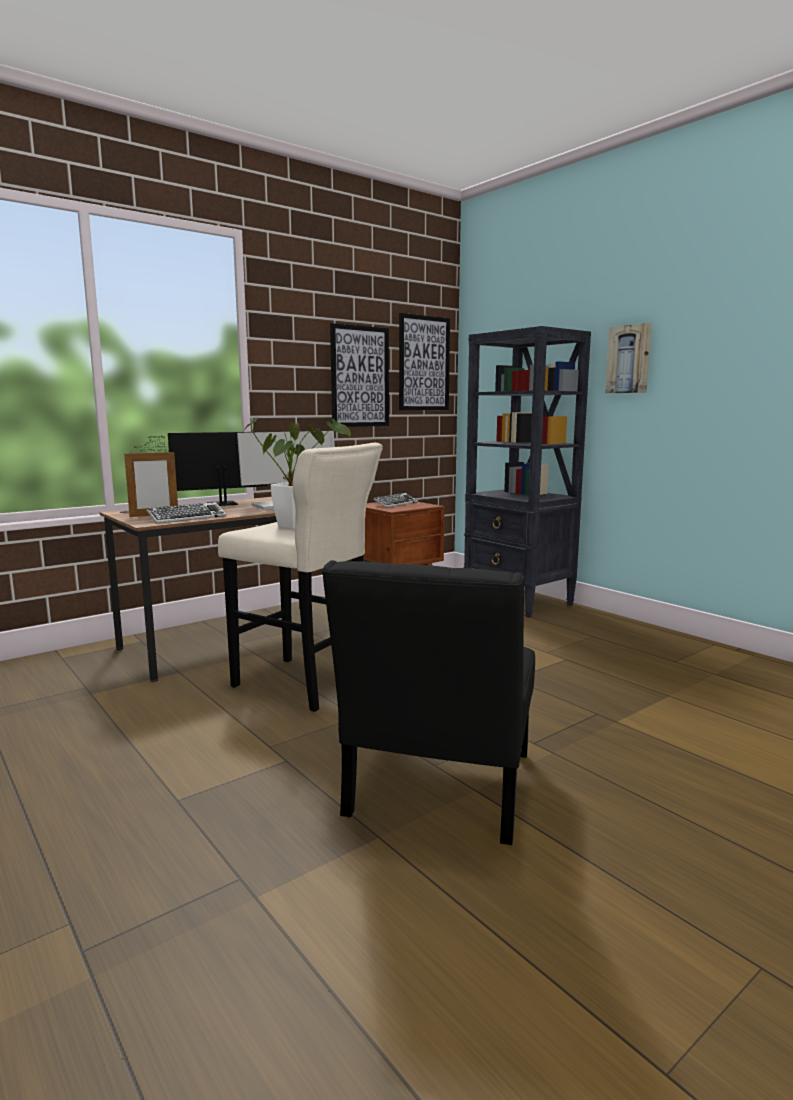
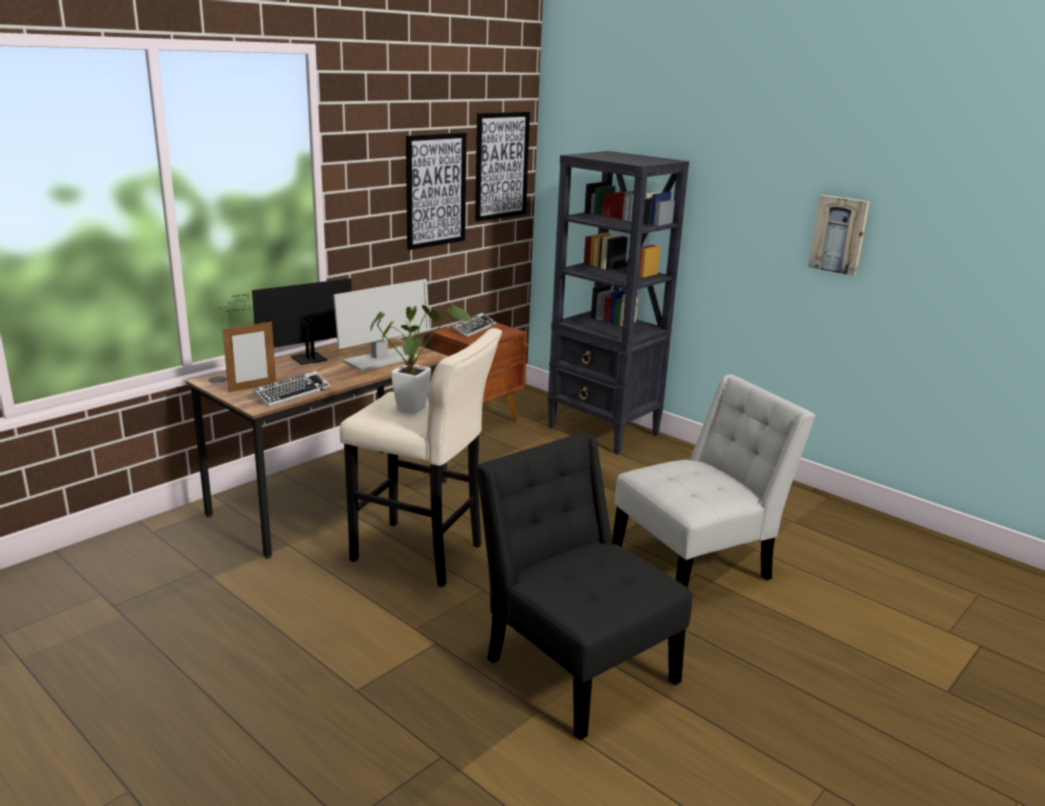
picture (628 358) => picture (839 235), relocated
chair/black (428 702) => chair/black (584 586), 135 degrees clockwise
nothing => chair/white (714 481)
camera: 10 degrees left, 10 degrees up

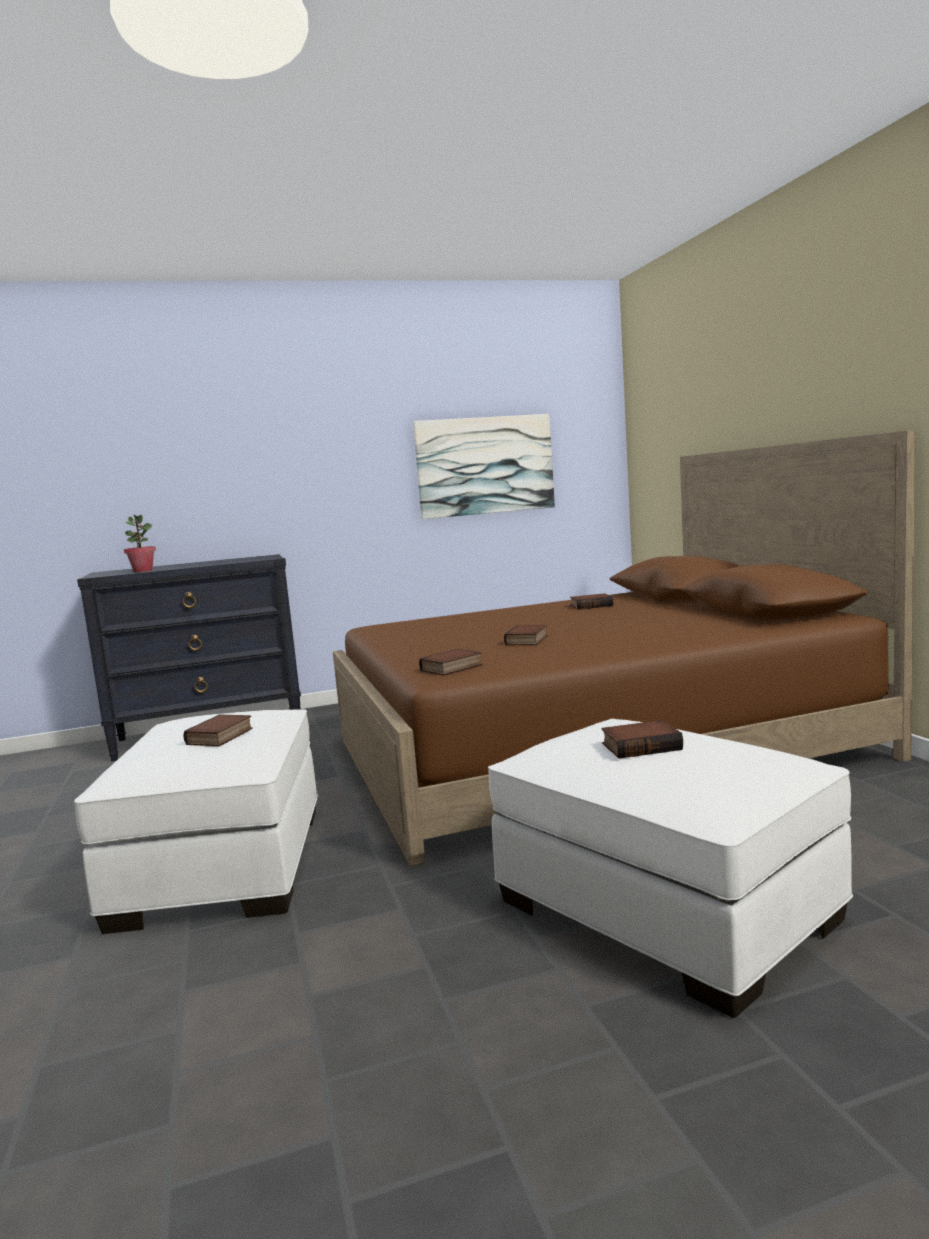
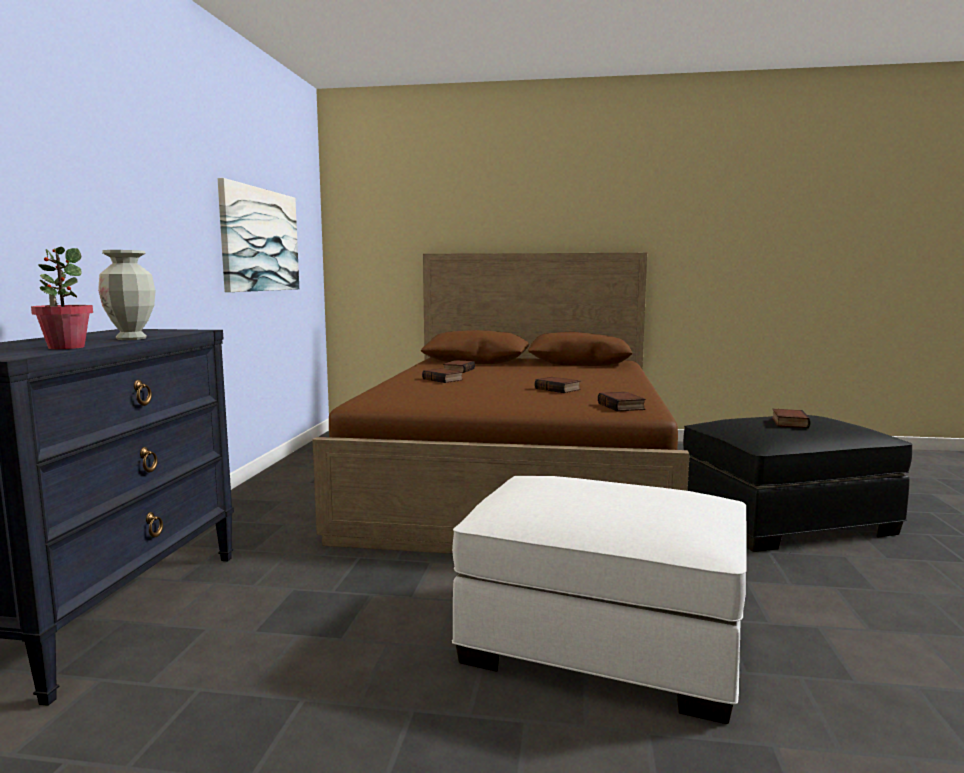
book (218 730) => book (442 375), relocated
ottoman/white (670 868) => ottoman/black (797 483)
nothing => vase (126 295)
camera: 65 degrees left, 0 degrees up

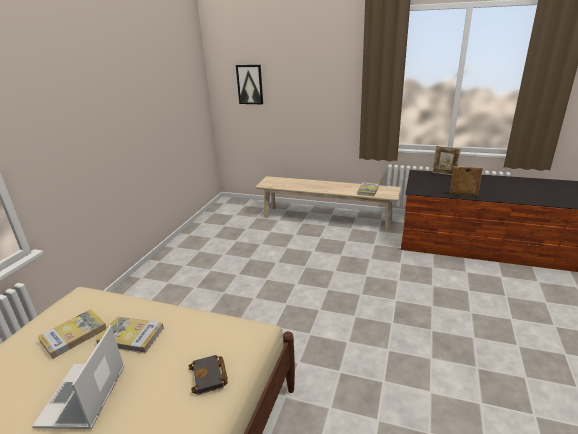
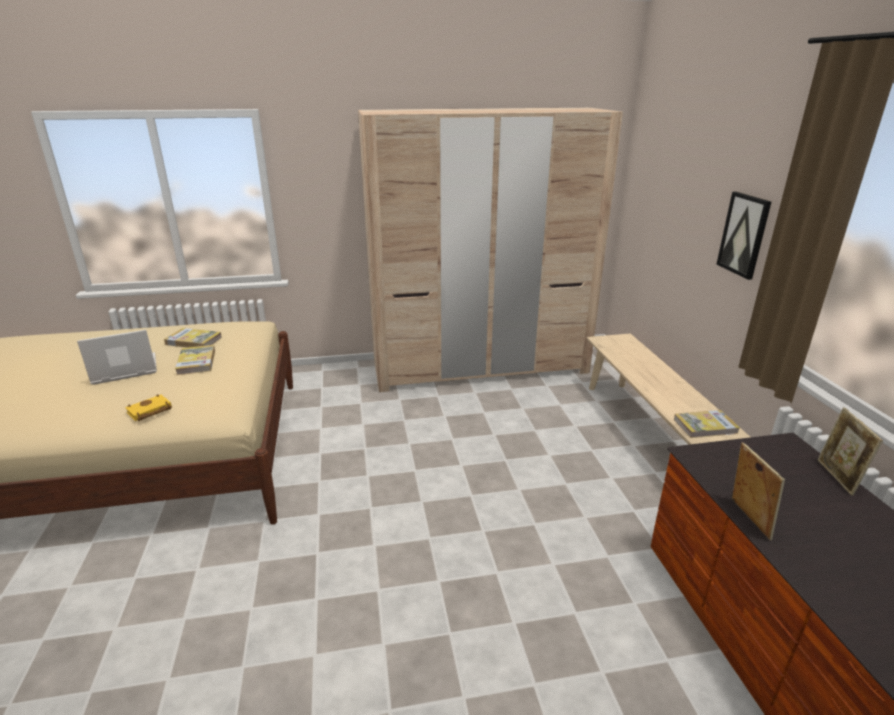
picture (249 84) => picture (744 236), relocated
book/black (208 375) => book/yellow (148 407)
nothing => wardrobe/beige (490 250)
camera: 60 degrees right, 0 degrees up

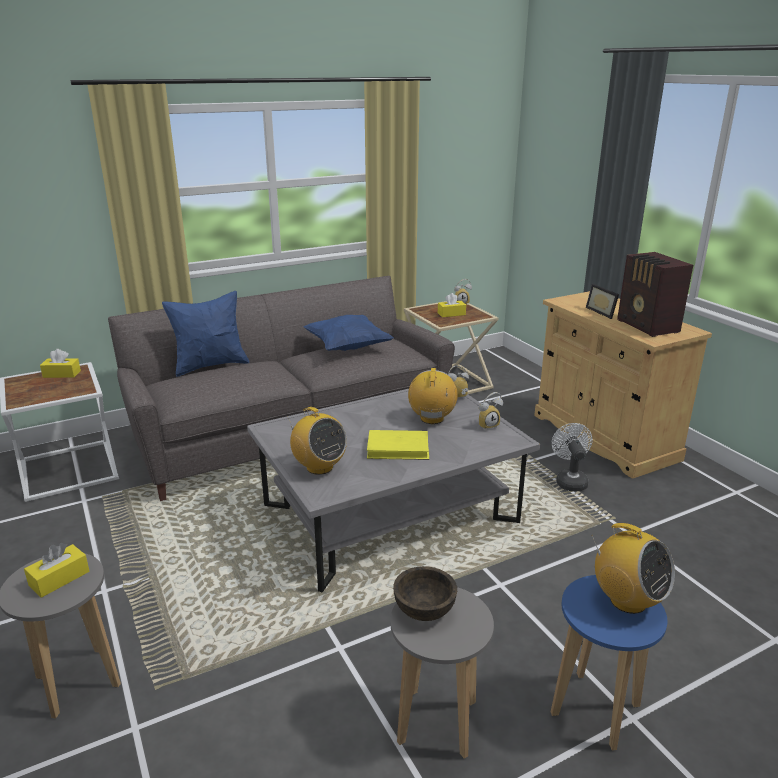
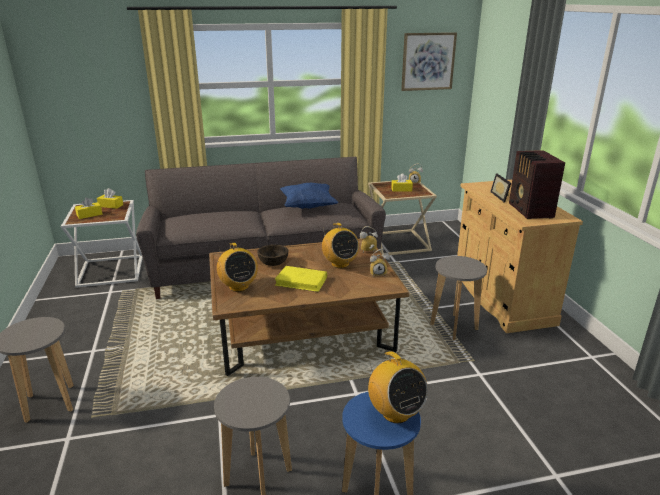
pillow/blue (205 334) => nothing
radio (433 396) => radio (340 245), 135 degrees clockwise
coffee table/grey (393 490) => coffee table/brown (309 307)
fan/white (572 457) => stool/grey (458 298)
tissue box/yellow (56 570) => tissue box/yellow (88 208), relocated
bowl/brown (425 593) => bowl/brown (272 255), relocated
nothing => picture (429 61)
camera: 15 degrees right, 0 degrees up

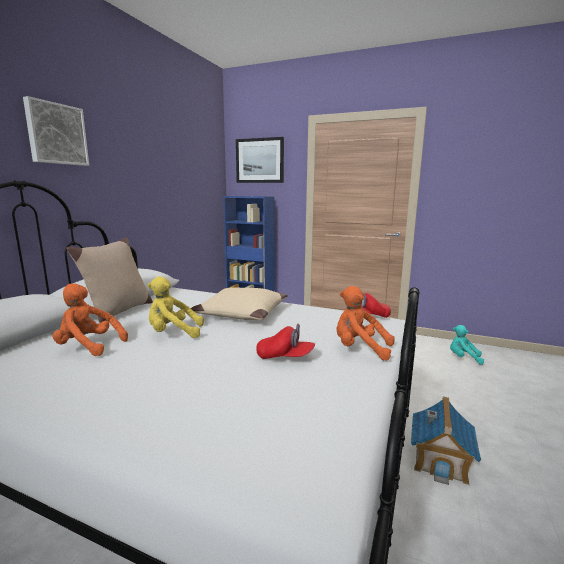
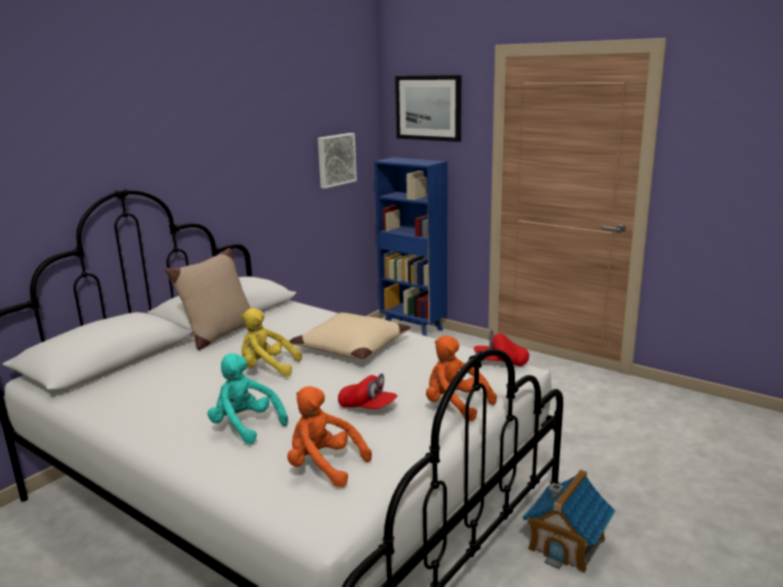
picture (56 131) => picture (337 160), relocated
plush toy/orange (90 319) => plush toy/orange (329 436), relocated
plush toy/turquoise (467 345) => plush toy/turquoise (248 398), relocated
camera: 15 degrees right, 5 degrees up

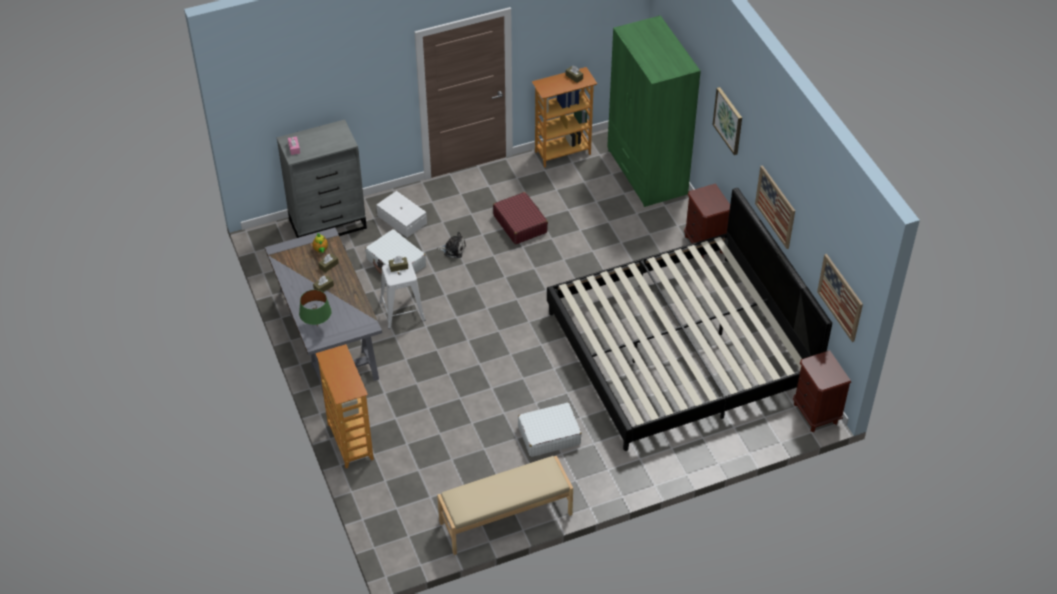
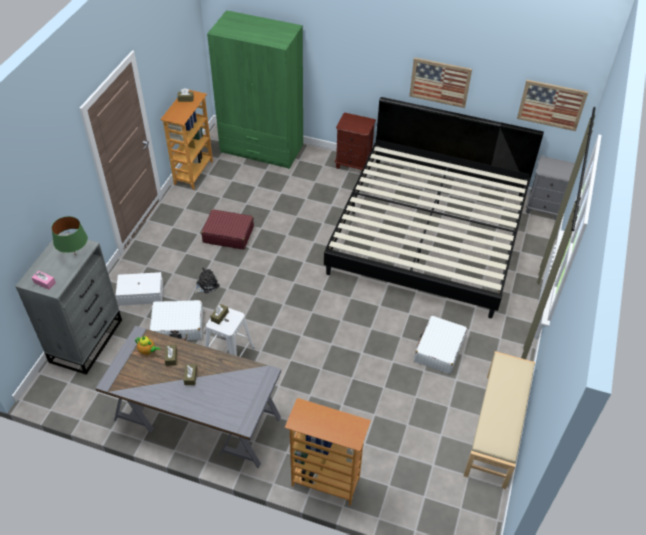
picture (727 121) => nothing
table lamp/green (315 308) => table lamp/green (69 236), relocated
nightstand/brown (822 391) => nightstand/grey (550 188)
camera: 50 degrees left, 0 degrees up

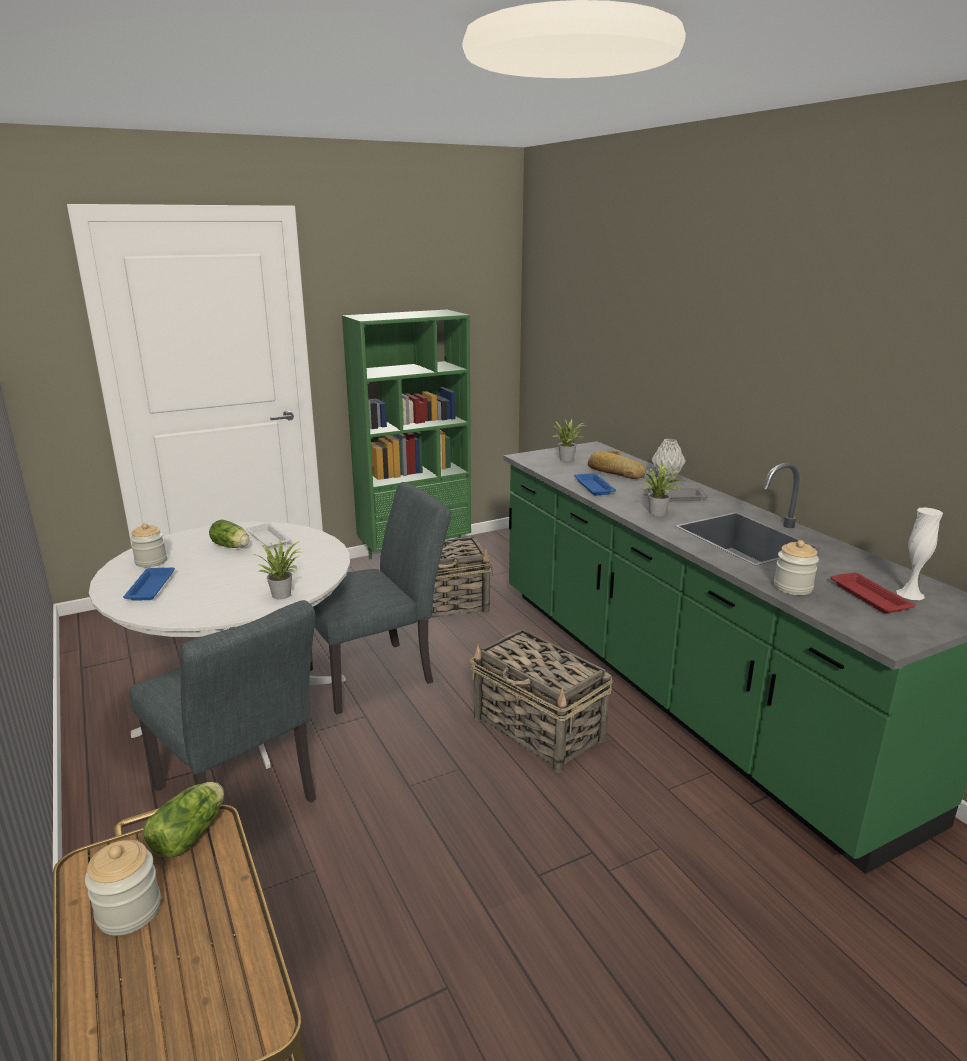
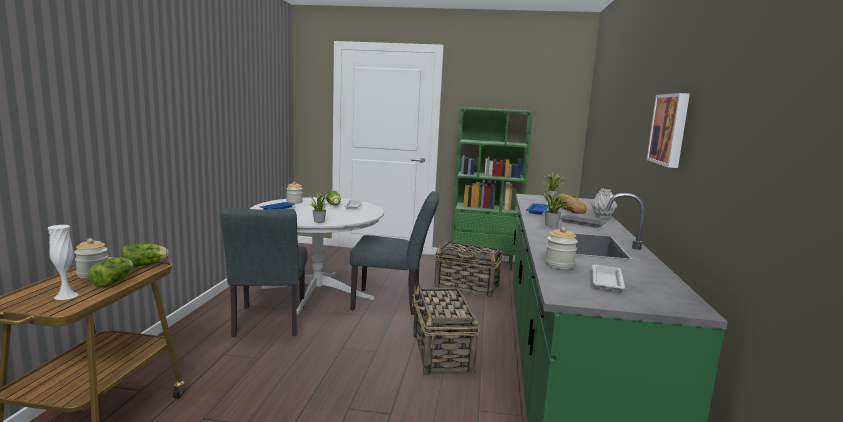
vase/white (920 553) => vase/white (63 262), relocated
tray/red (872 593) => tray/white (608 278)
nothing => picture (668 130)
nothing => lettuce (110 272)
camera: 35 degrees right, 10 degrees down

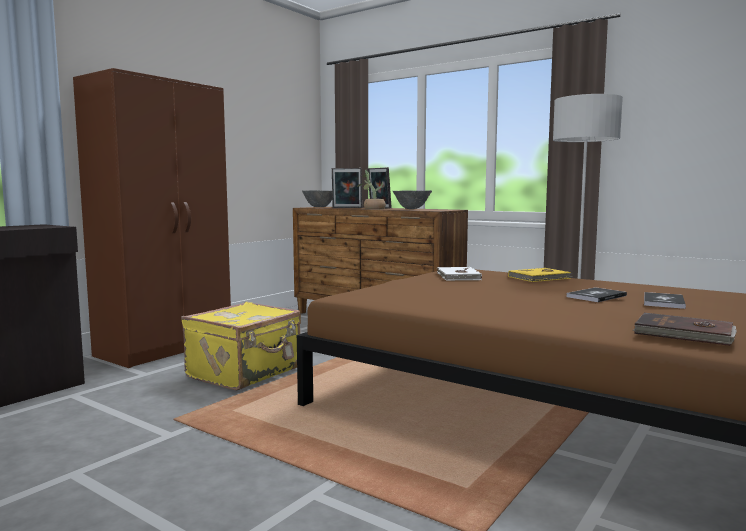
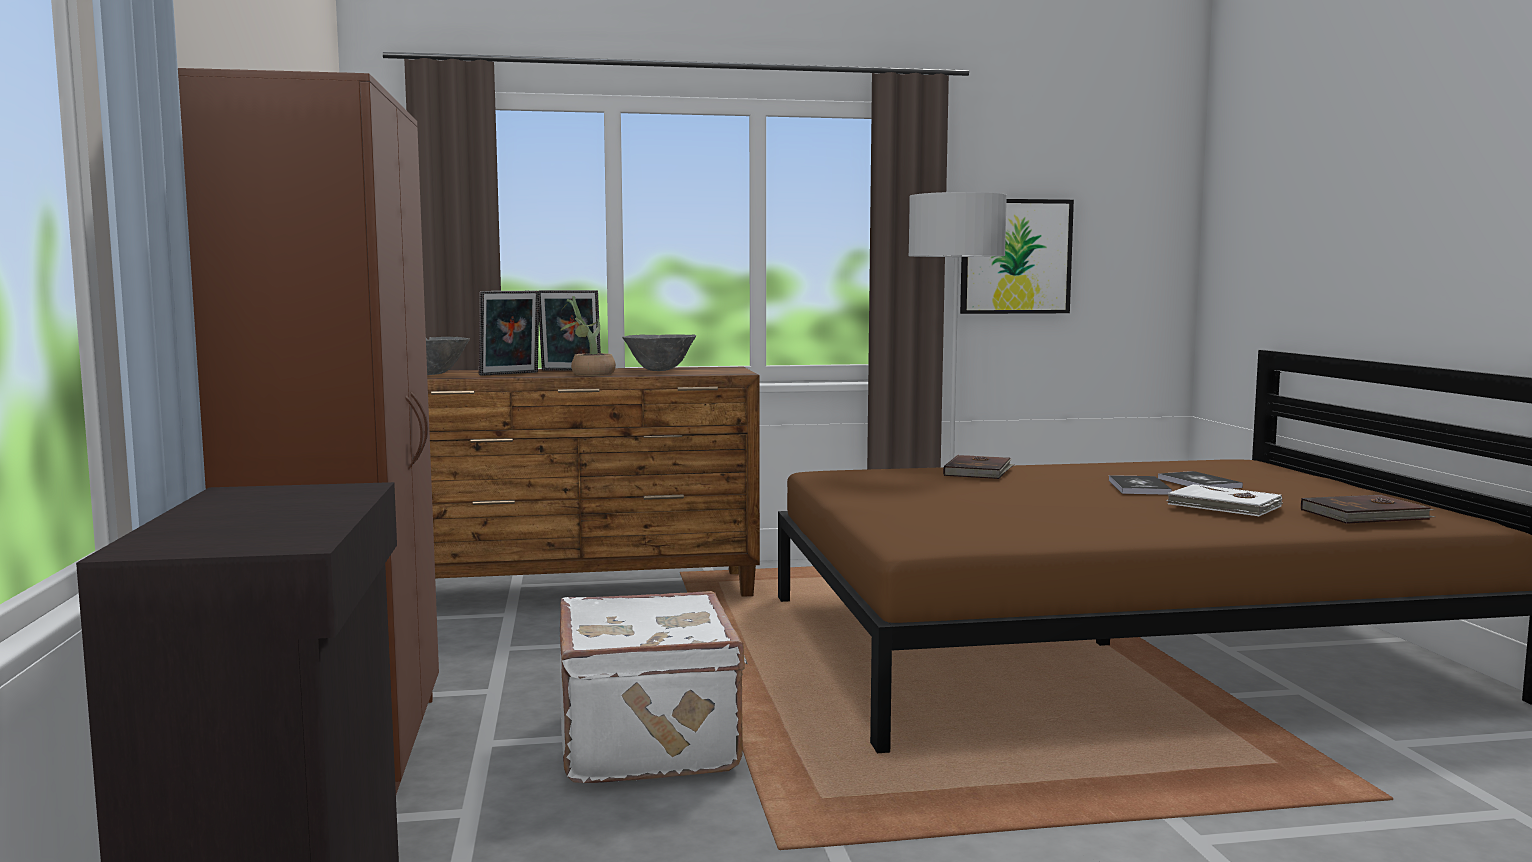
book/white (459 273) => book/white (1224 500), relocated
book/yellow (540 275) => book/brown (979 467)
suitcase/yellow (241 346) => suitcase/white (654 687)
nothing => picture (1017 256)
camera: 45 degrees left, 0 degrees up

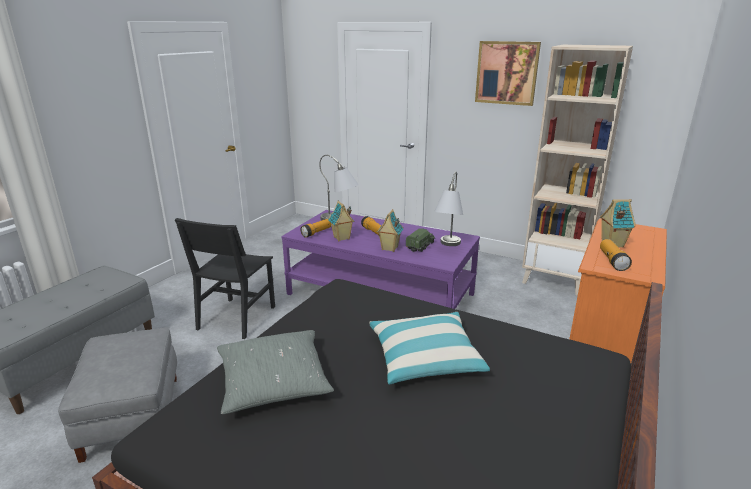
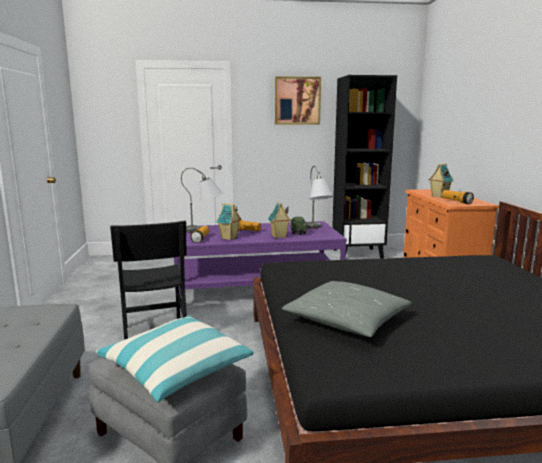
bookcase/beige (577 170) => bookcase/black (364 167)
pillow (429 348) => pillow (174 359), relocated
camera: 35 degrees left, 10 degrees down

